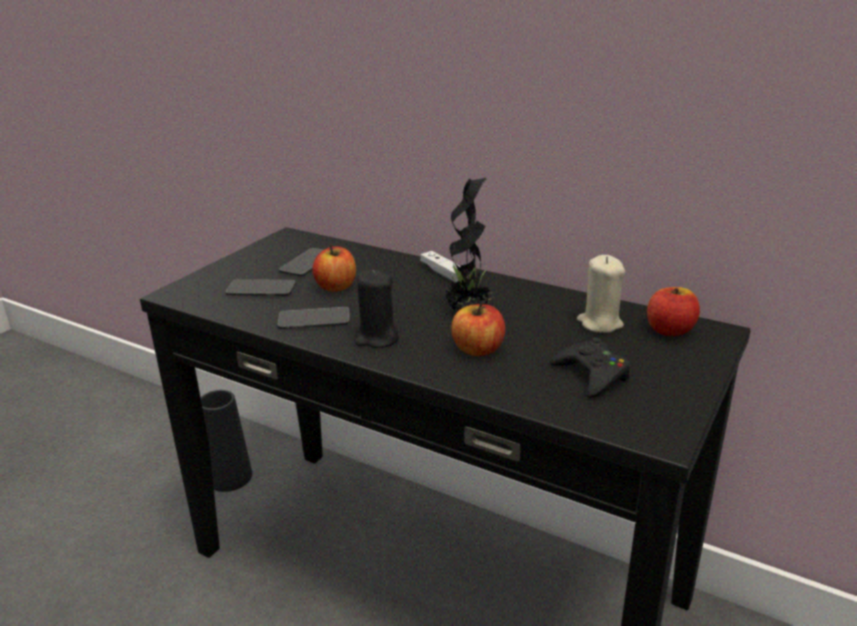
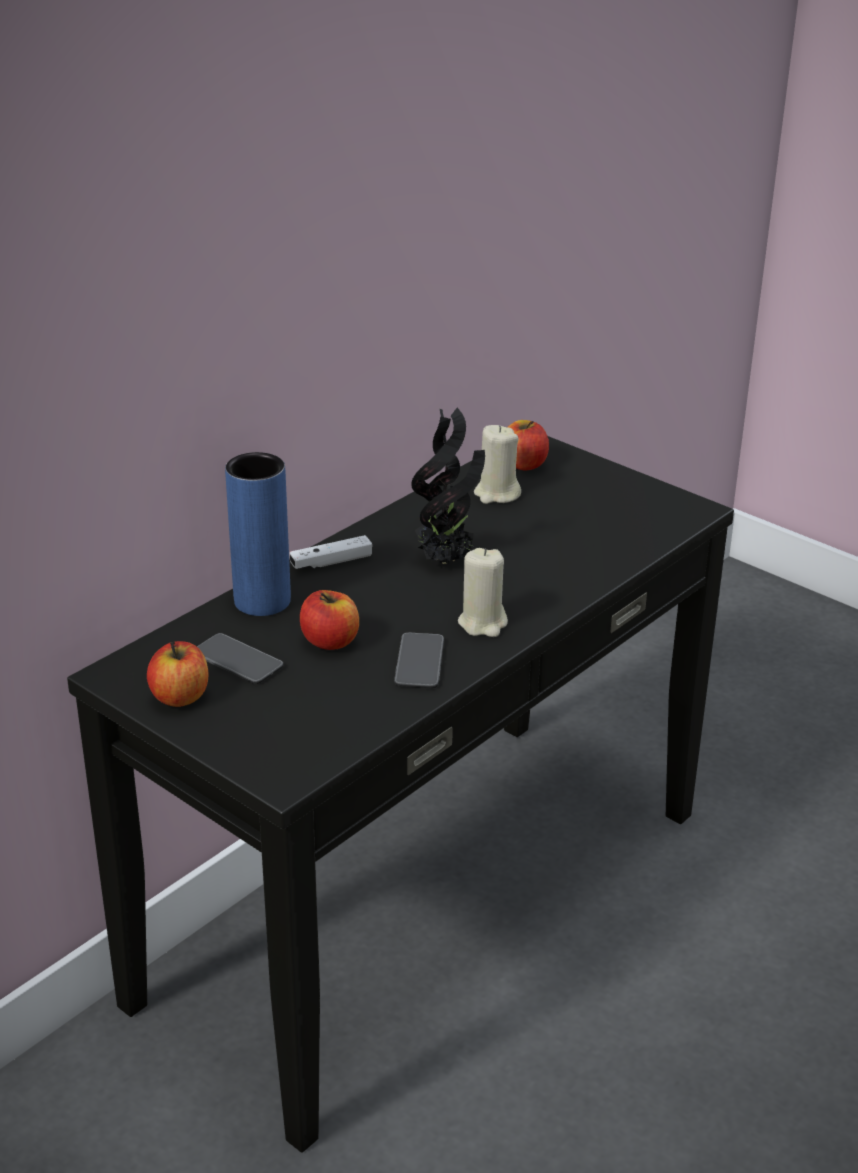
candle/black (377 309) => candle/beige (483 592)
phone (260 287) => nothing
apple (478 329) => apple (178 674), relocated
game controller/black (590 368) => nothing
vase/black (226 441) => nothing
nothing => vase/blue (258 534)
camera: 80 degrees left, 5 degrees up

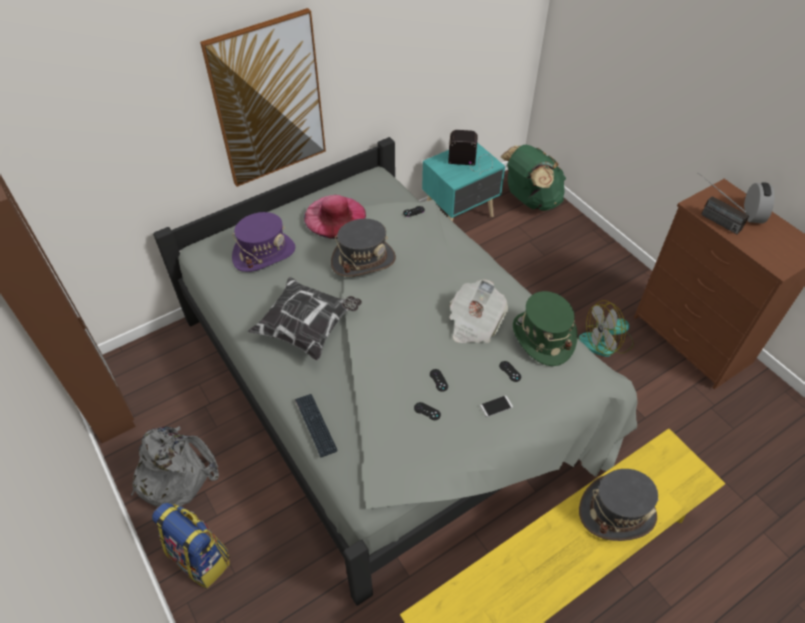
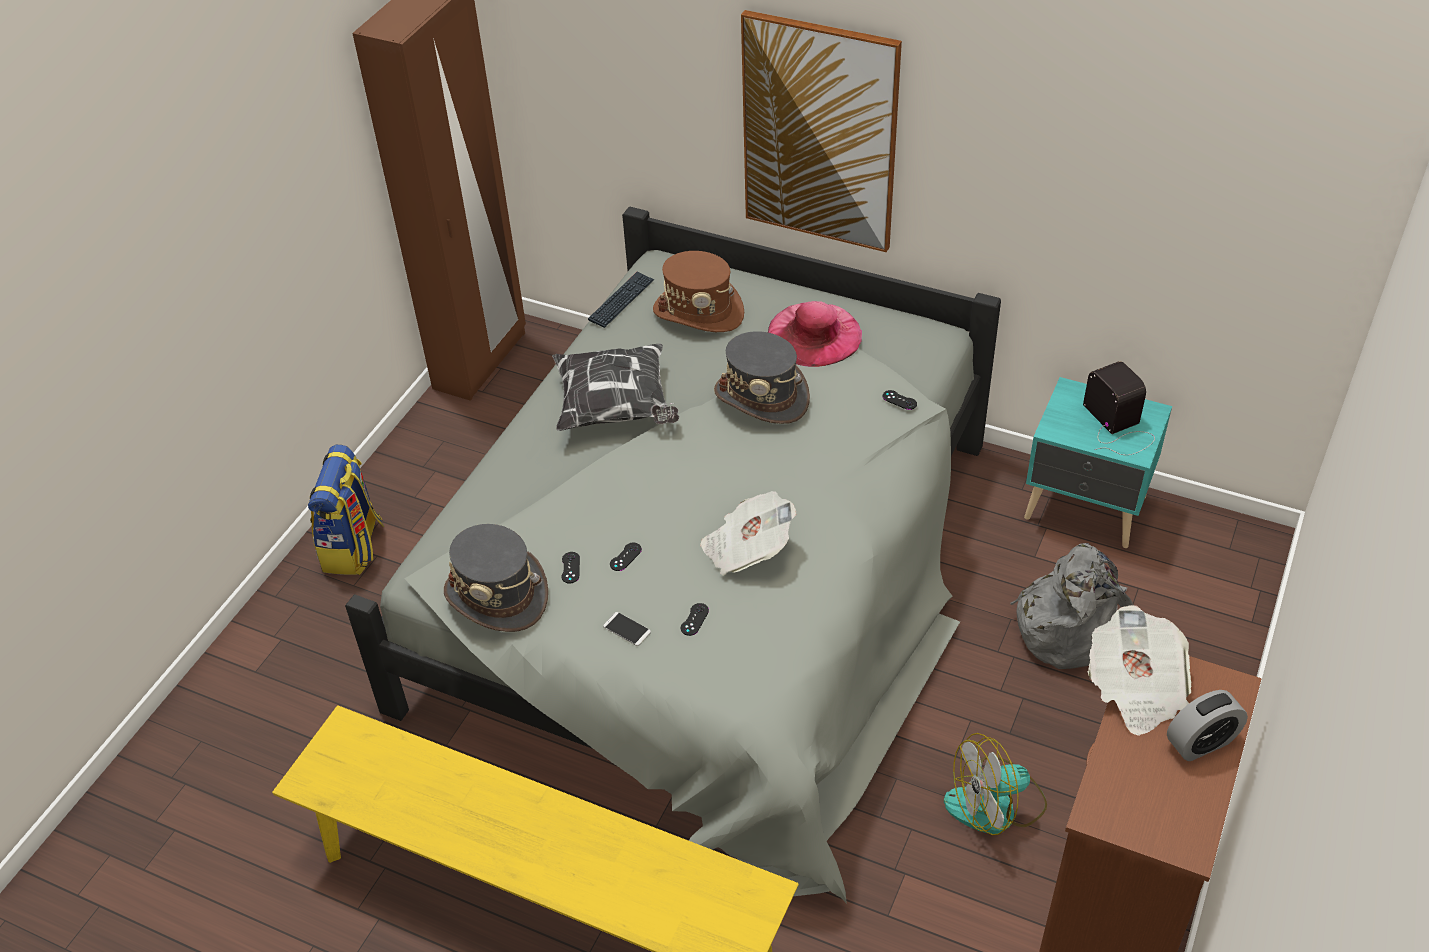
backpack/green (533 178) => nothing
radio (723 203) => newspaper (1139 670)
hat/purple (263 242) => hat/brown (698 291)
hat/green (545 328) => nothing
fan (606 328) => fan (995 784), 60 degrees counterclockwise
keyboard (316 425) => keyboard (621 300), relocated
backpack/grey (175 466) => backpack/grey (1071 606), relocated
hat/grey (619 505) => hat/grey (496 578), relocated
camera: 60 degrees right, 5 degrees down

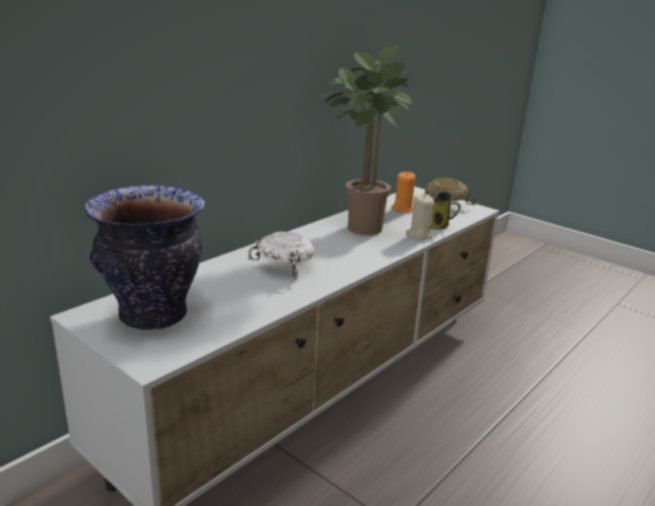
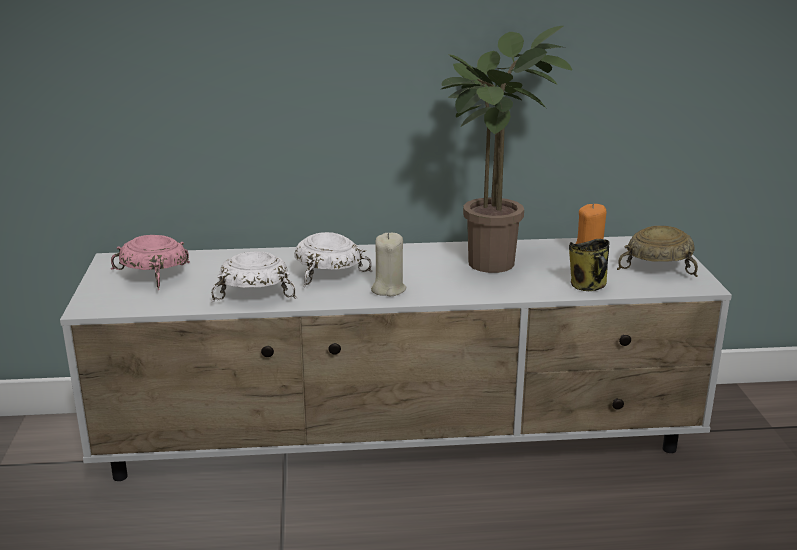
vase (144 257) => bowl/pink (150 262)
candle/beige (420 217) => candle/beige (388 264), relocated
nothing => bowl/white (254 276)
camera: 45 degrees right, 0 degrees up

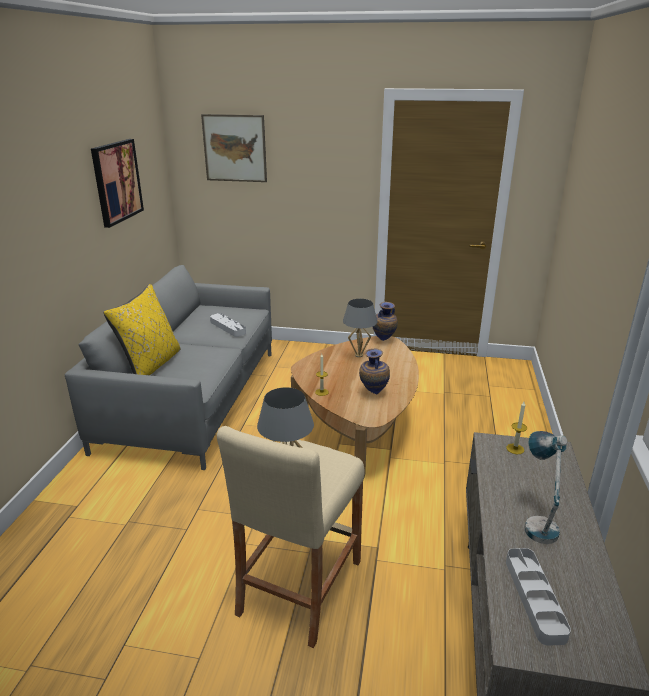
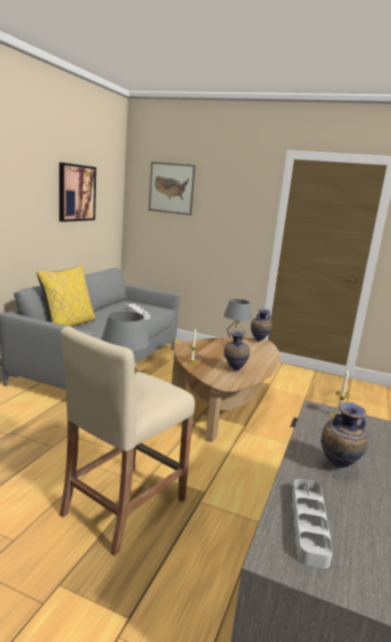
table lamp (546 487) => vase (344 435)
camera: 10 degrees right, 10 degrees down

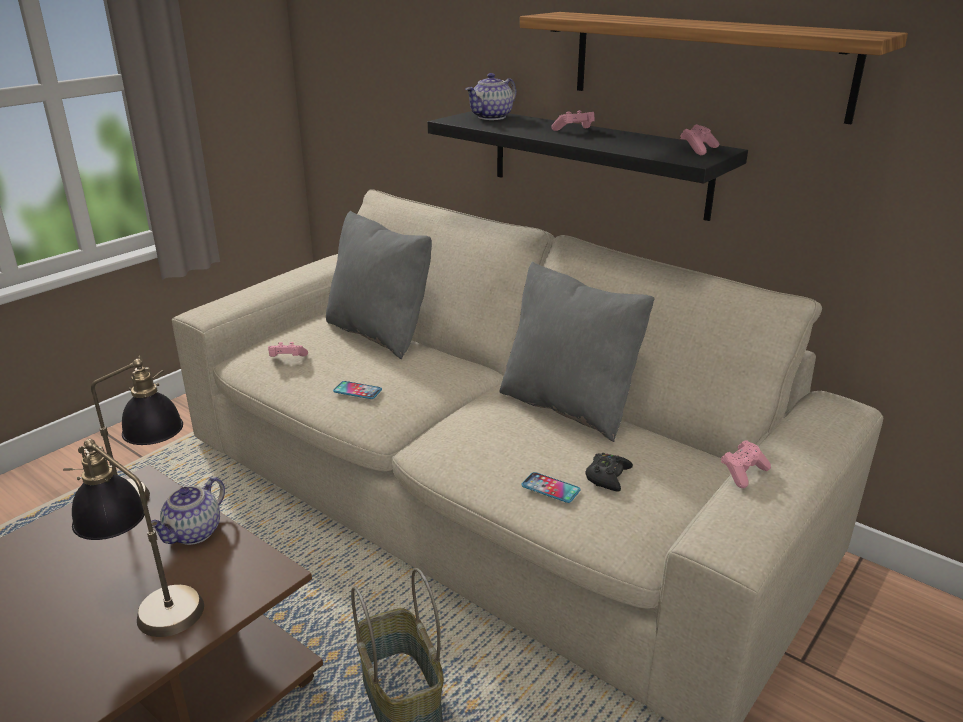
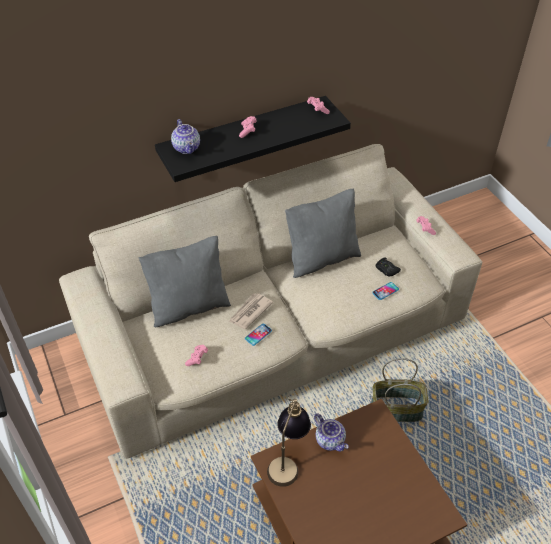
shelf (714 68) => nothing
table lamp (133 538) => nothing
nothing => newspaper (251 311)
camera: 65 degrees left, 20 degrees up

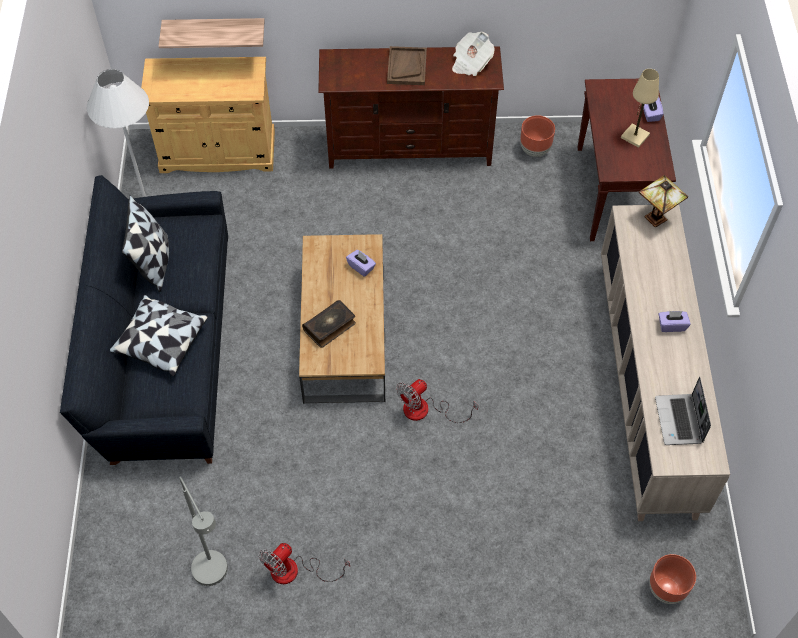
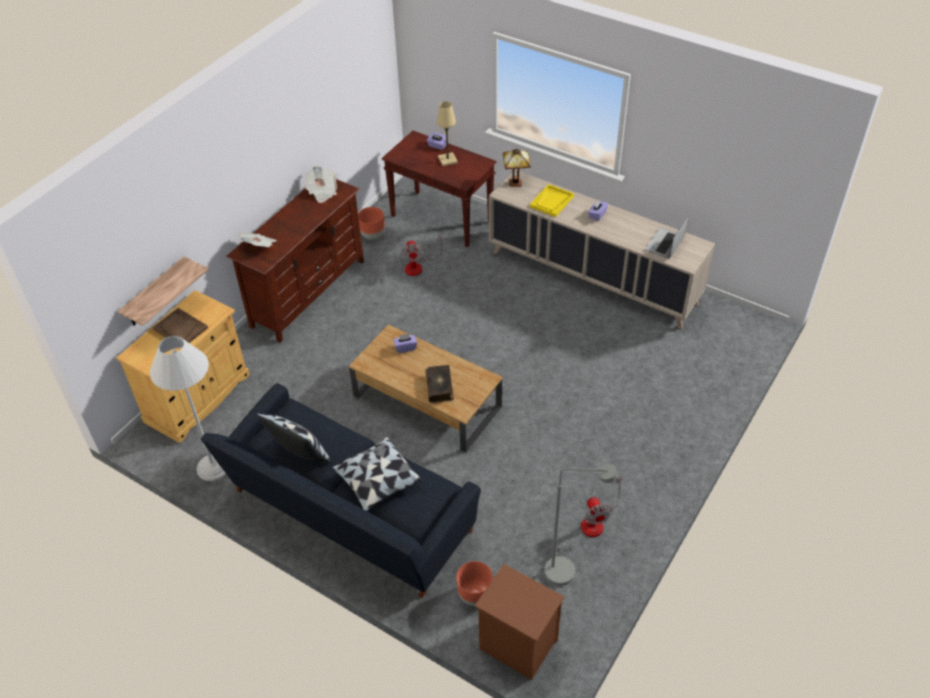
tray/brown (407 65) => tray/brown (180 325), relocated
laptop (683 411) => laptop (666 238), 90 degrees clockwise
fan (437 401) => fan (422 255), relocated
planter/brown (672 579) => planter/brown (474 583), relocated
nothing => tray/yellow (552 200)
nothing => newspaper (257 240)
nothing => nightstand/brown (519 622)
camera: 55 degrees left, 10 degrees down

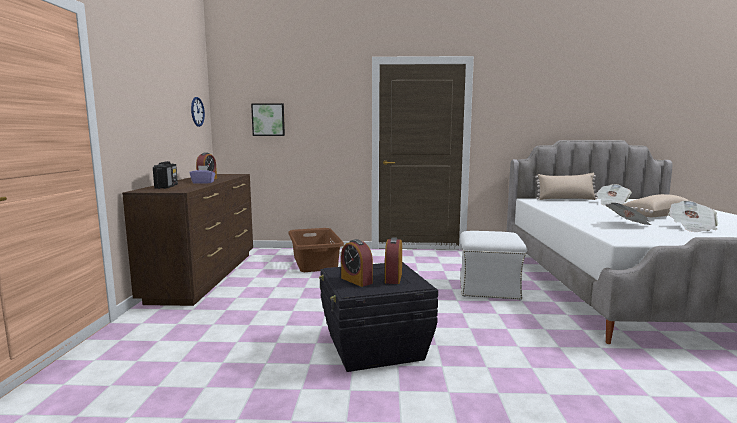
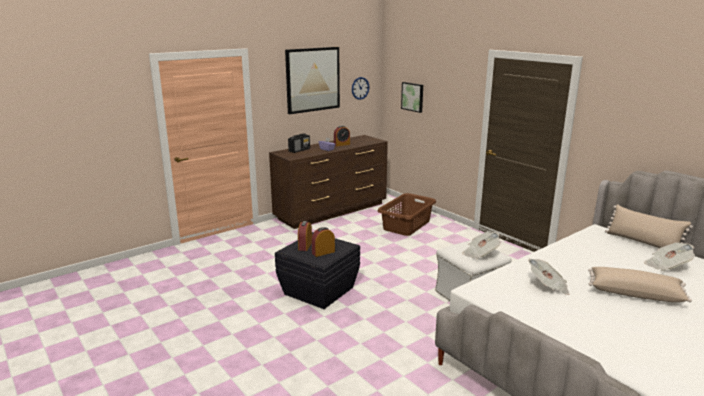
newspaper (693 216) => newspaper (481 245), relocated
nothing => picture (312 80)
camera: 50 degrees right, 10 degrees up

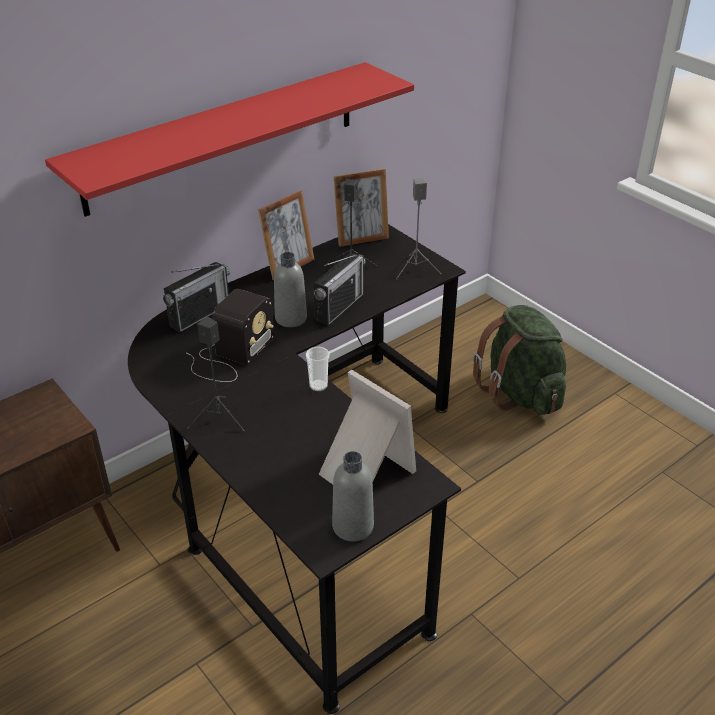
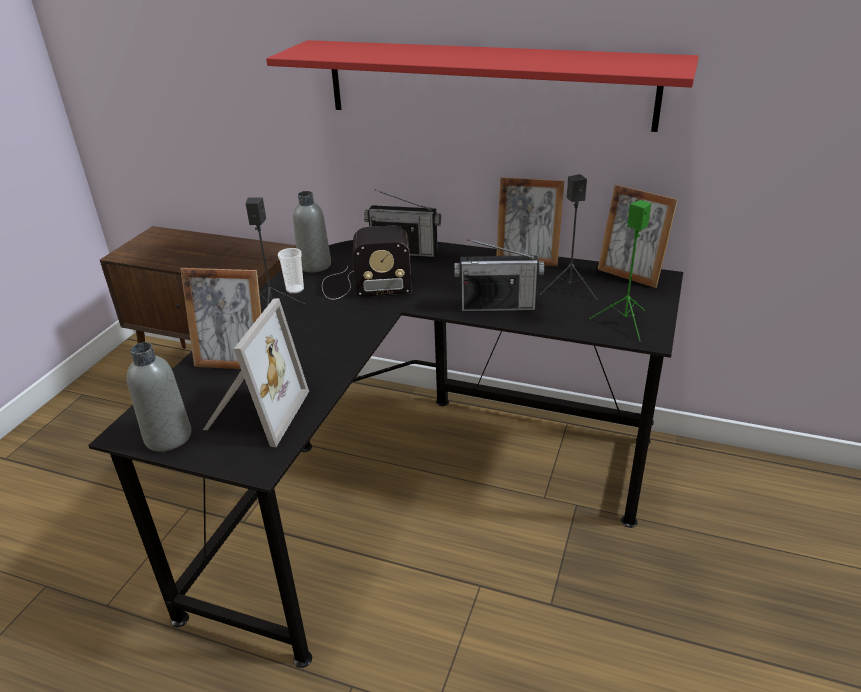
speaker/grey (419 228) => speaker/green (620 270)
bottle/grey (290 289) => bottle/grey (312 231), relocated
backpack/green (519 360) => nothing
cup (317 369) => cup (291 271), relocated
nothing => picture frame (220 318)
camera: 60 degrees right, 5 degrees down

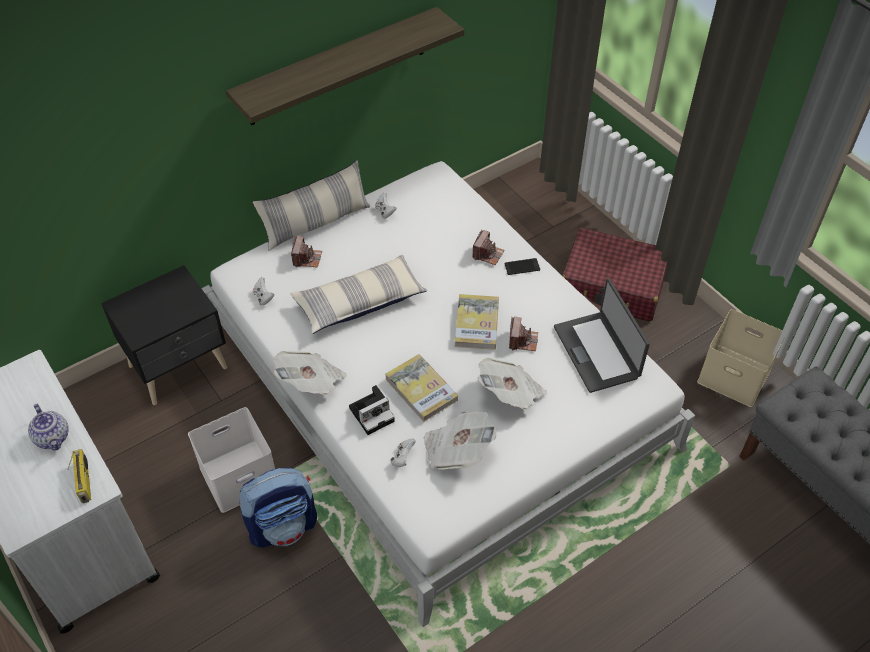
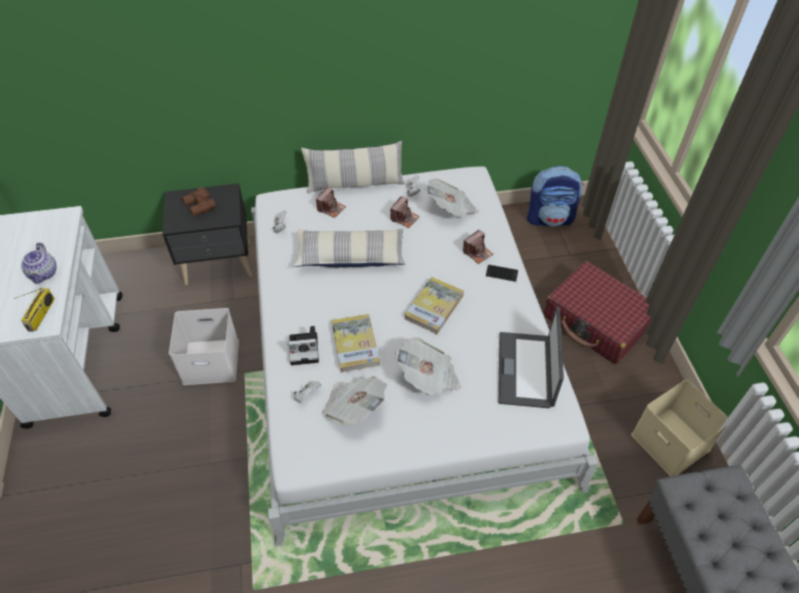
shelf (345 66) => nothing
photo camera (523 334) => photo camera (405 212), relocated
newspaper (310 373) => newspaper (451 198), relocated
backpack (278 507) => backpack (555 196), relocated
nothing => binoculars/brown (199 201)
camera: 25 degrees right, 0 degrees up

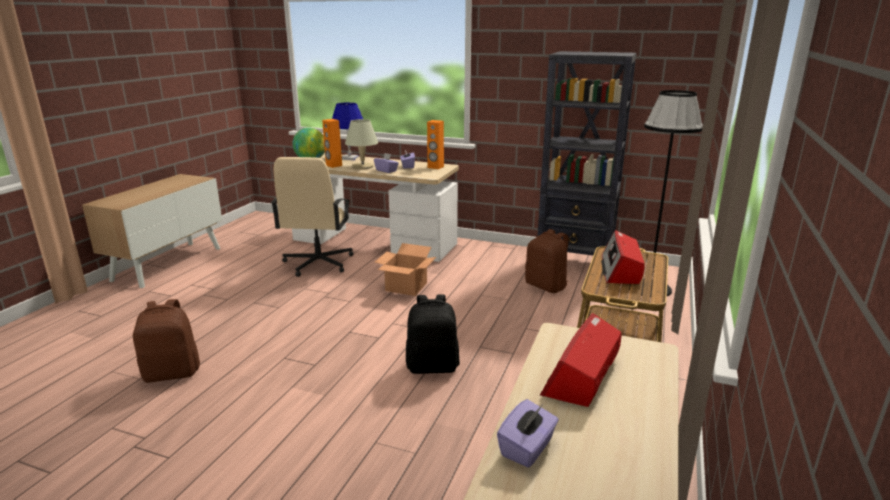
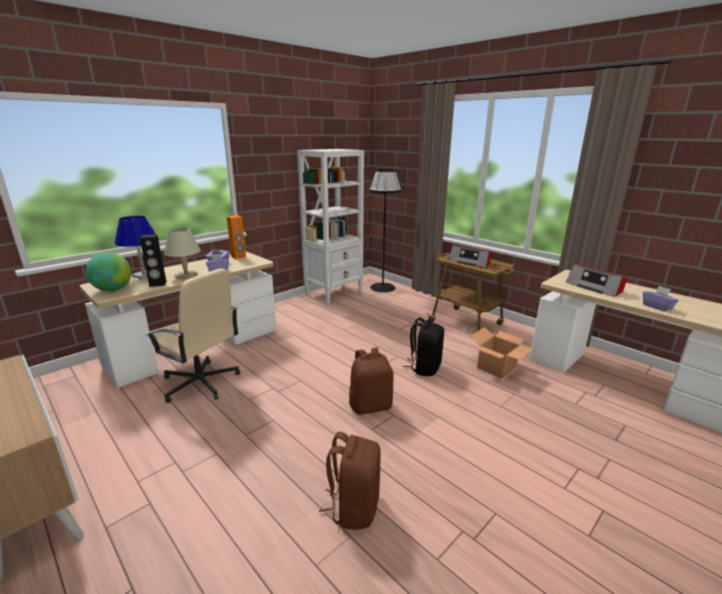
bookcase/black (587 162) => bookcase/white (330 227)
speaker/orange (332 143) => speaker/black (153 260)
backpack/brown (547 261) => backpack/brown (371 381), relocated
cardboard box (405 269) => cardboard box (501 353), relocated
camera: 65 degrees left, 0 degrees up

